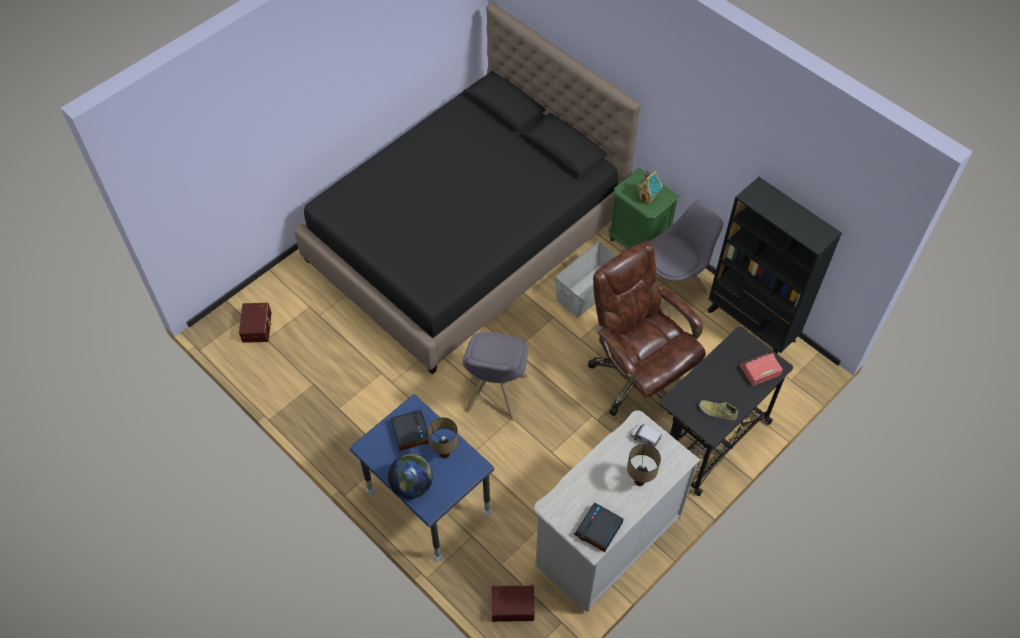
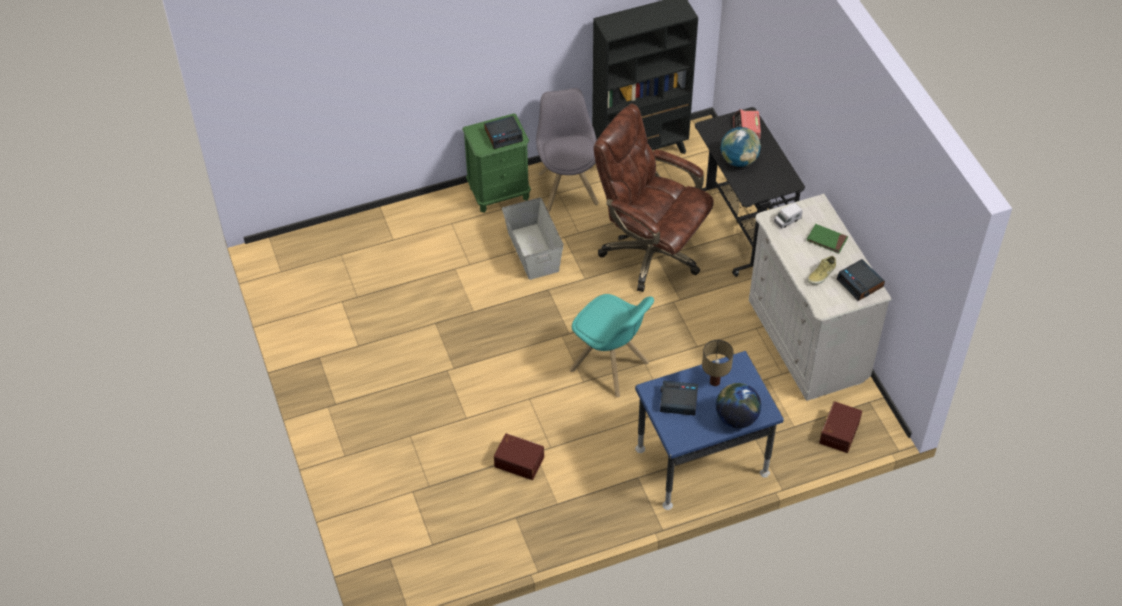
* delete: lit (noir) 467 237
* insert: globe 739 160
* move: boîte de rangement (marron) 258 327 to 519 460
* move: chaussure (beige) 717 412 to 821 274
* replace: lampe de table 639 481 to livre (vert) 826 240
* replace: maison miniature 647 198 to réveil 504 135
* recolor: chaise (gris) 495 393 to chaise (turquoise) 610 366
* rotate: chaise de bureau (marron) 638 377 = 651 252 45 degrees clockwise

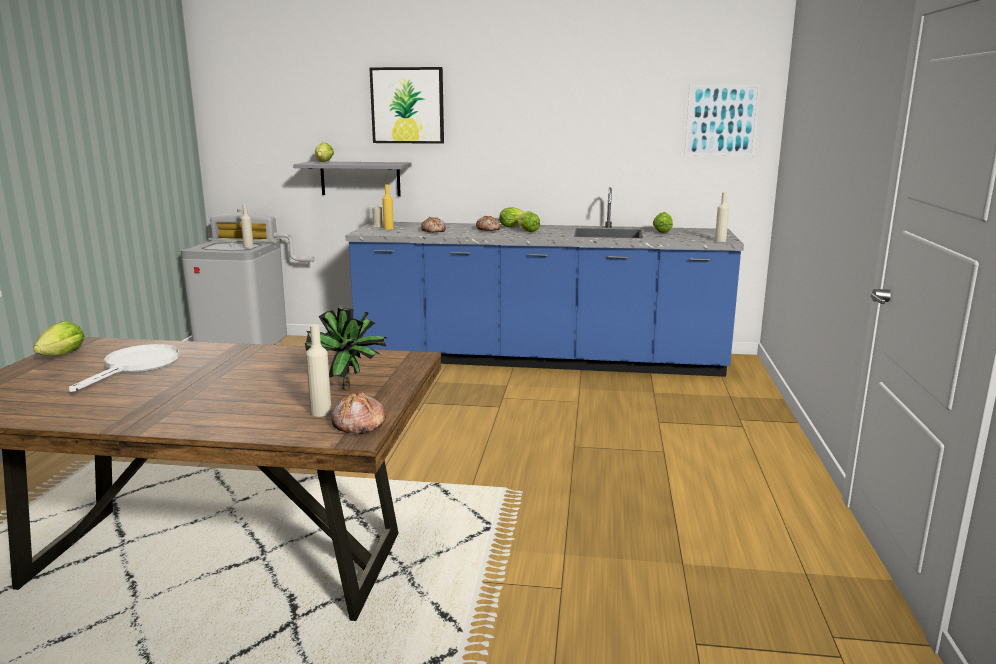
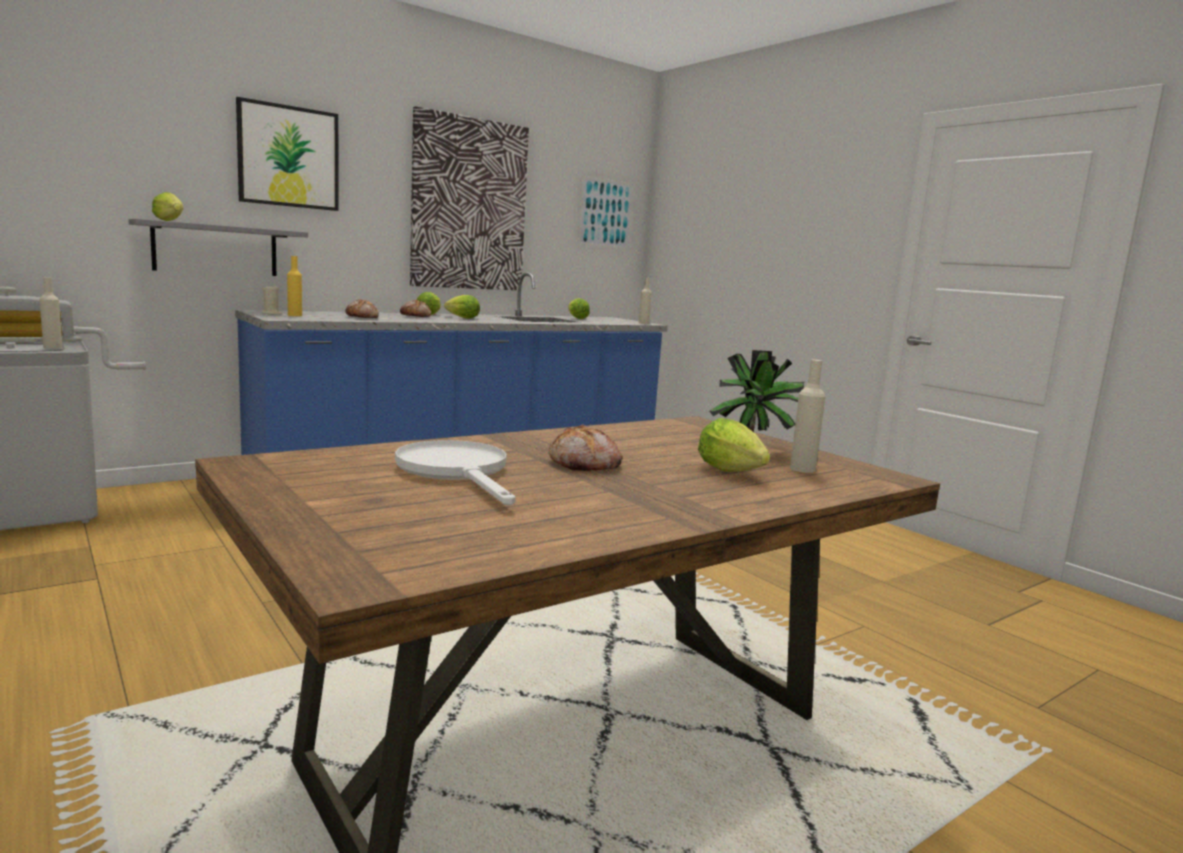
* insert: tableau 469 204
* move: laitue 60 357 to 733 473
* move: pain 358 424 to 585 464

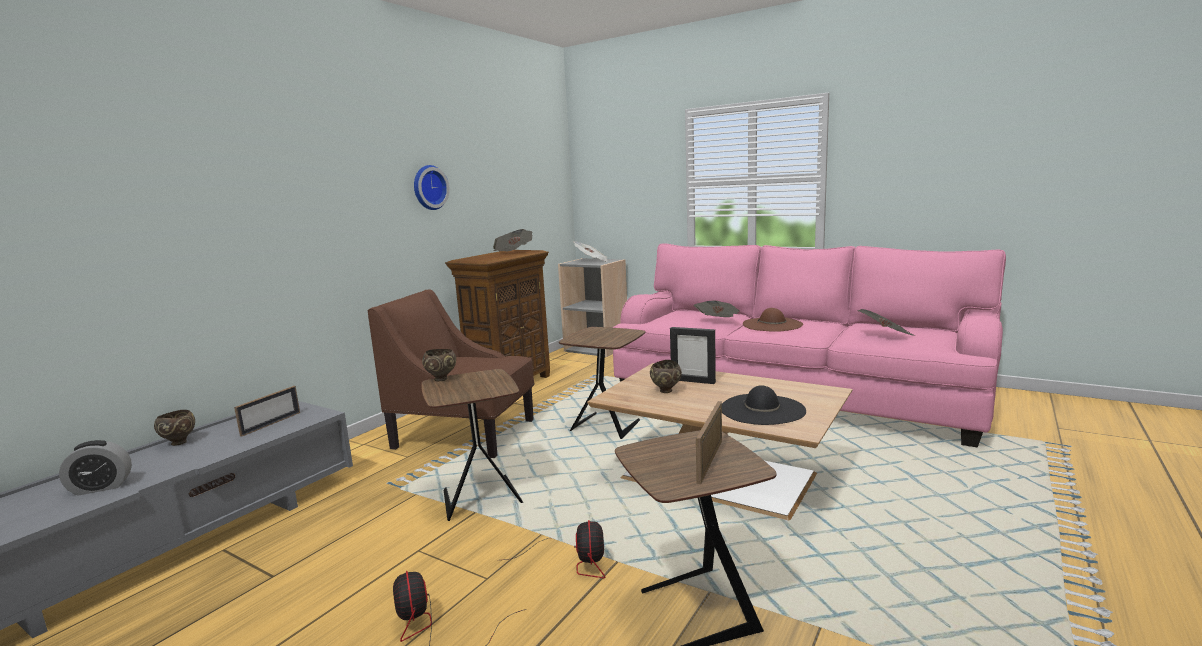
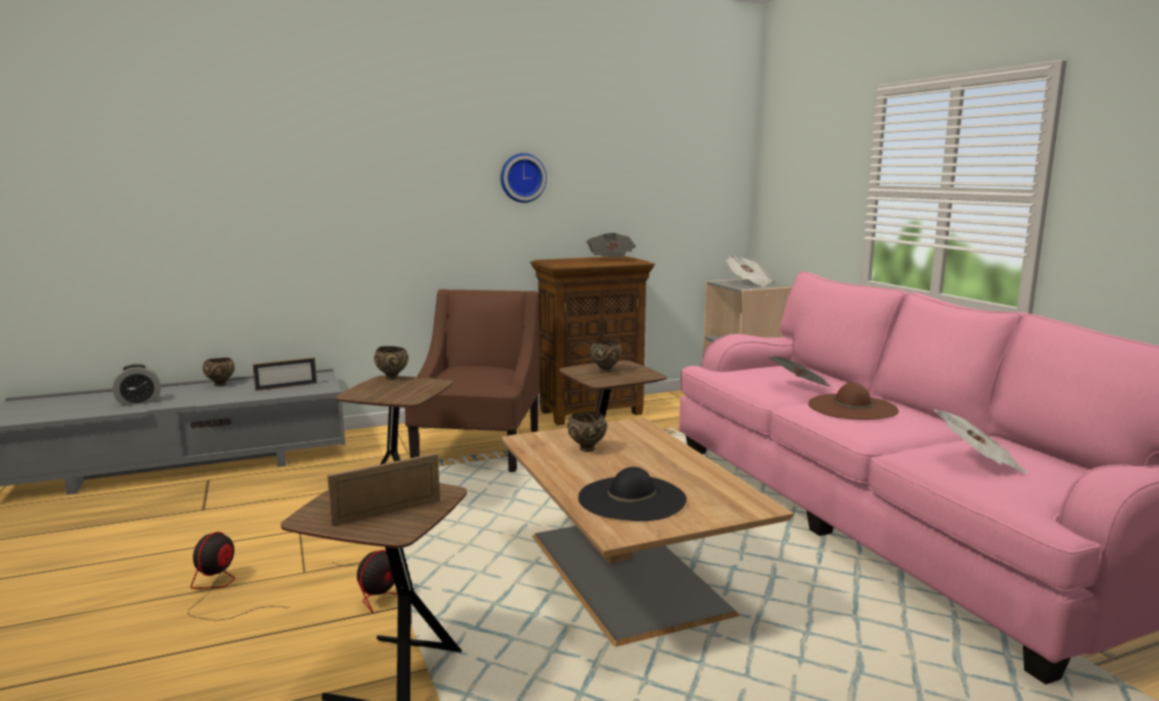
* delete: cadre photo 693 380
* insert: bol (marron) 605 371
* rotate: réveil 101 487 = 138 402 45 degrees counterclockwise
* rotate: fauteuil (marron) 466 434 = 479 448 45 degrees clockwise

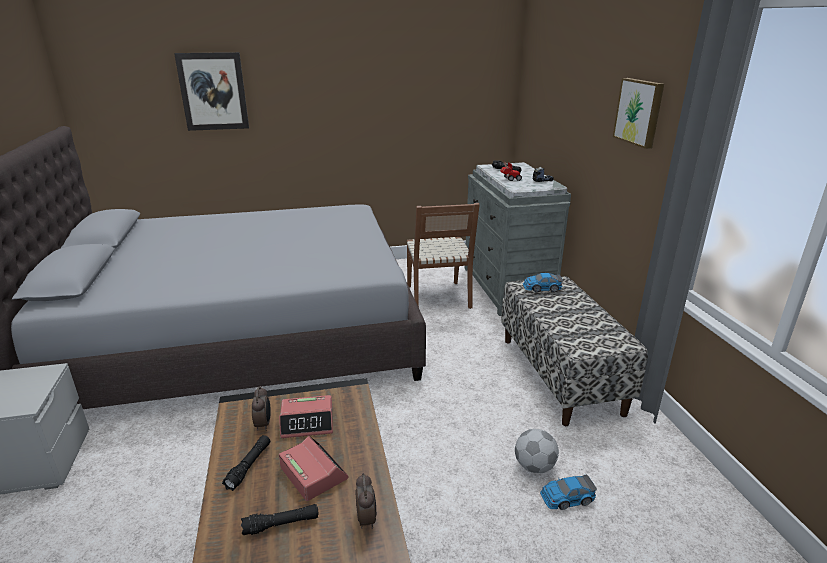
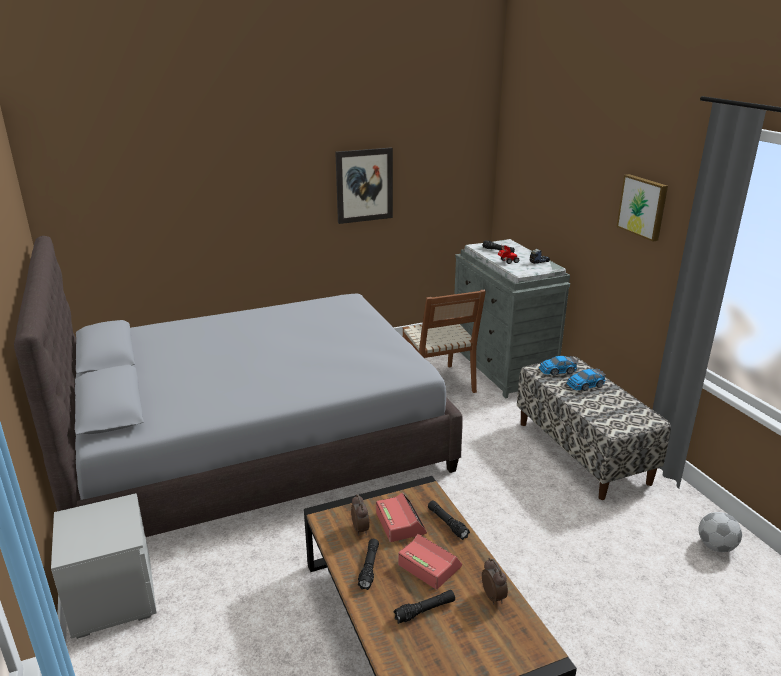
* insert: lampe de poche (noir) 447 523
* move: tableau 213 91 to 364 185
* move: ballon de foot 534 467 to 716 547
* move: petite voiture 566 497 to 585 385
* rotate: réveil 308 422 = 400 523 90 degrees counterclockwise

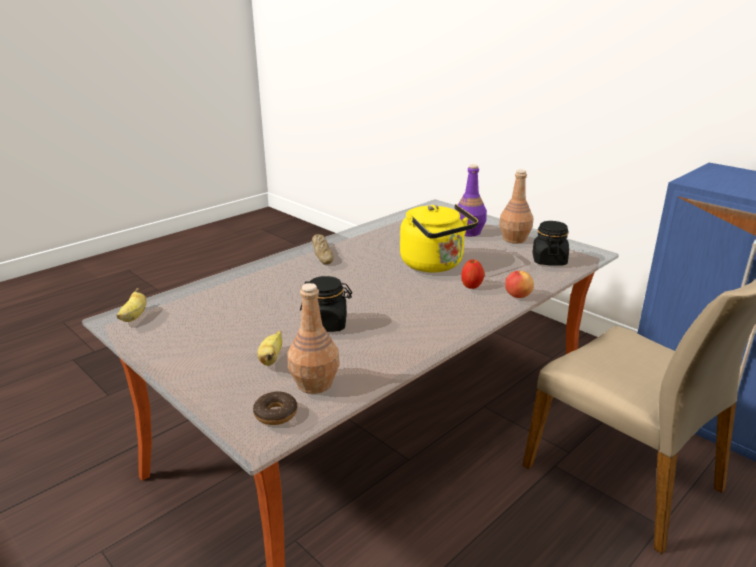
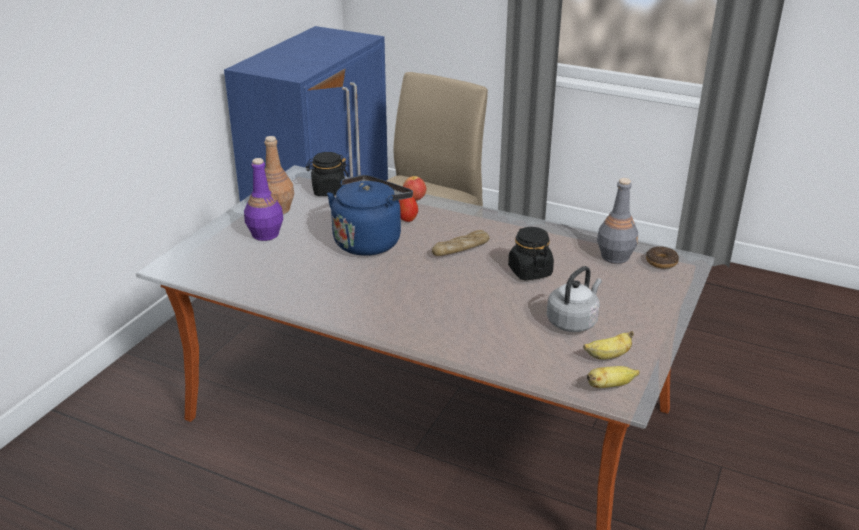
* insert: bouilloire (gris) 573 321
* move: banane 271 358 to 608 356
* move: pain 322 254 to 461 249
* recolor: bouteille (marron) 315 383 to bouteille (gris) 615 256
* recolor: bouilloire (jaune) 435 265 to bouilloire (bleu) 369 241

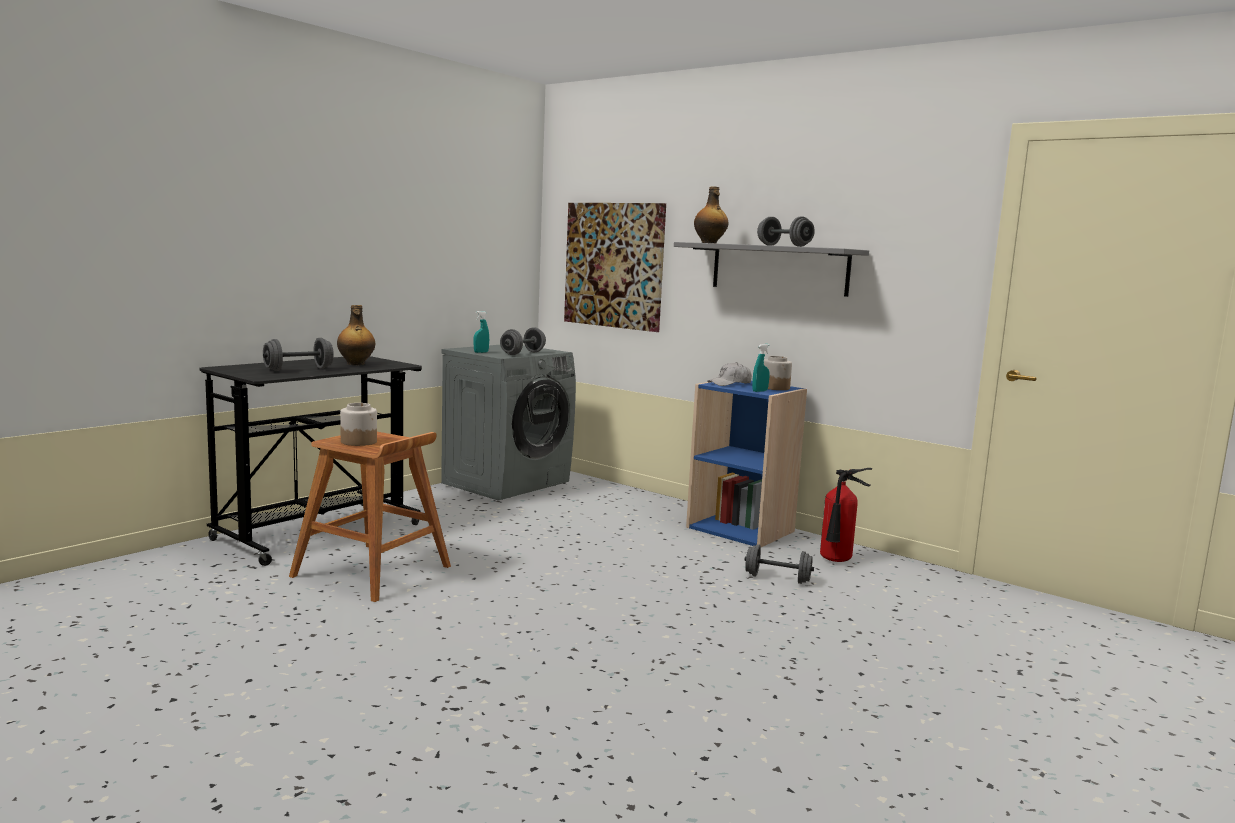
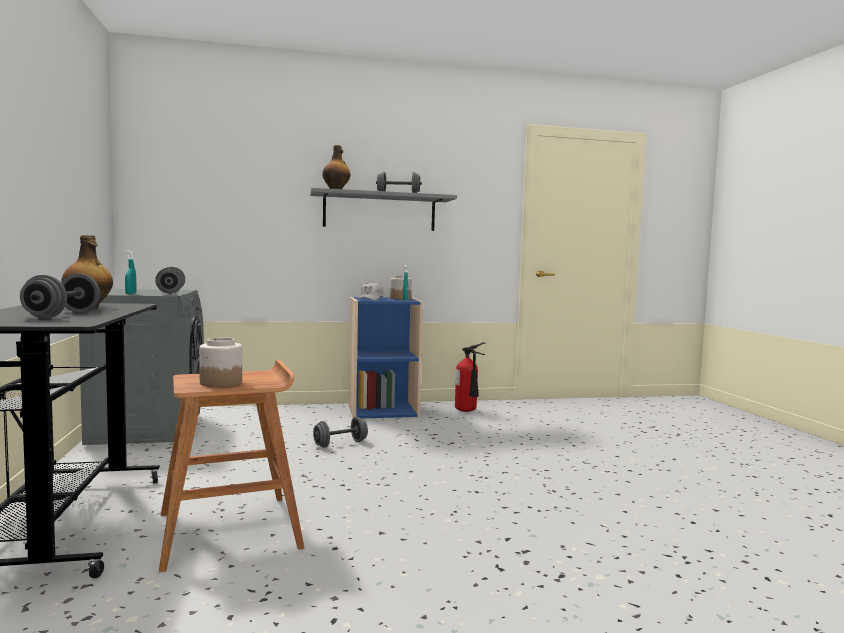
* delete: tableau 614 265
* move: haltère (gris) 777 579 to 340 444

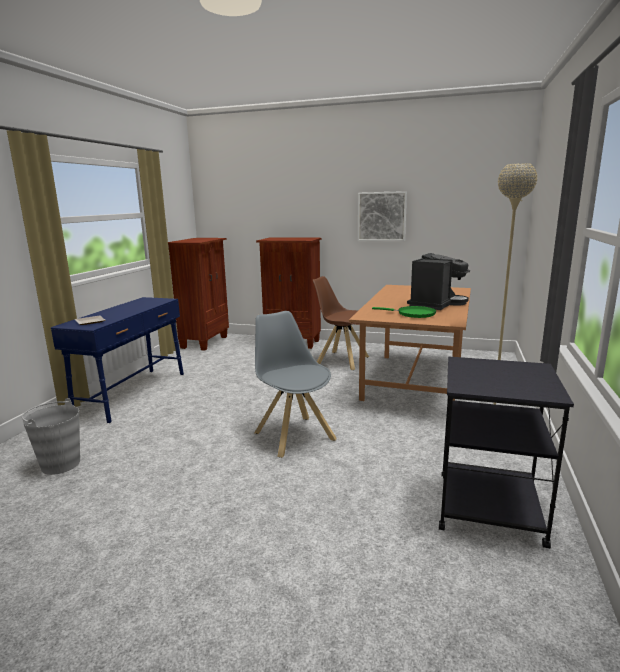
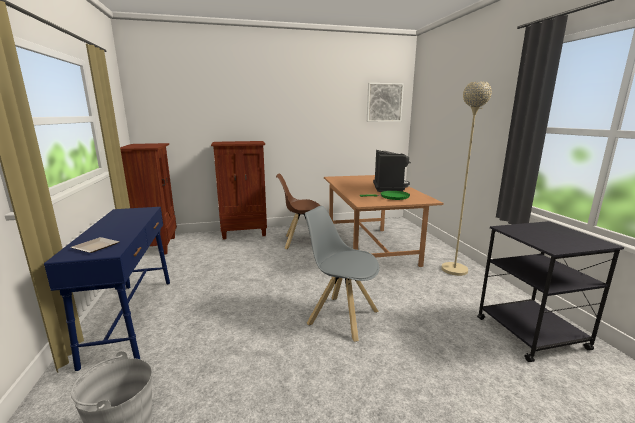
* move: tableau 381 216 to 384 102

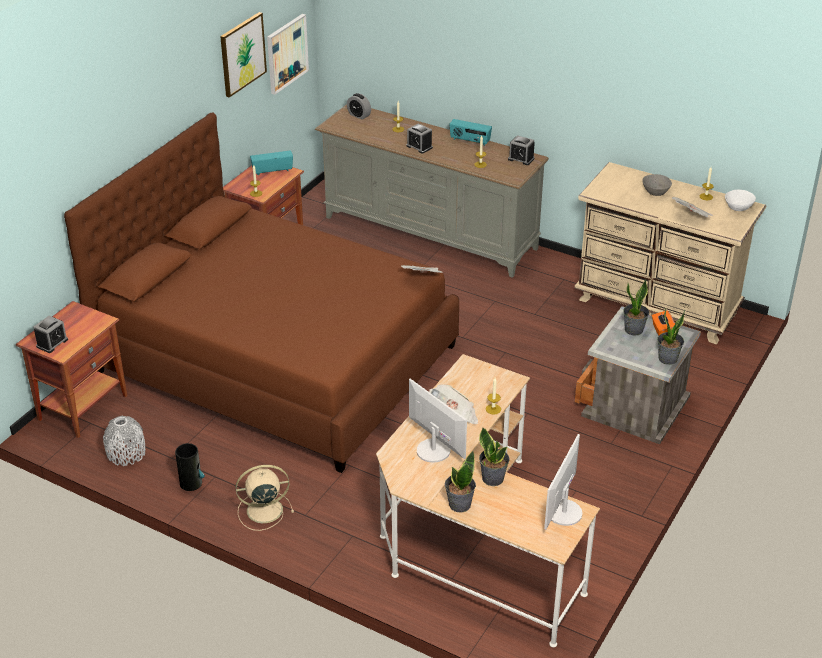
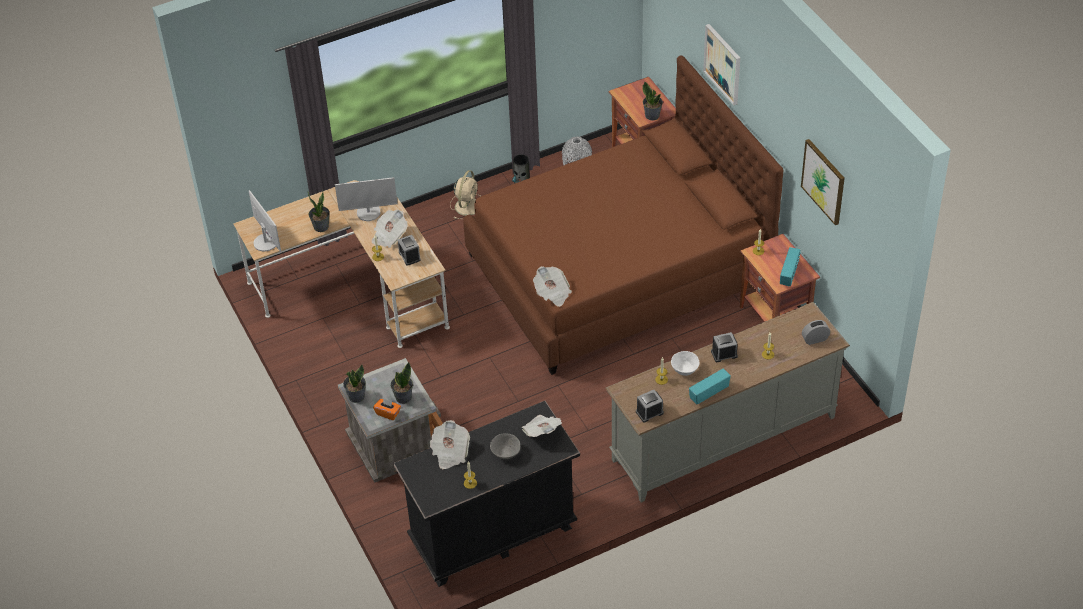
* insert: journal 541 432
* move: réveil 52 343 to 409 256
* move: tableau 286 53 to 723 64
* move: plante en pot 459 504 to 652 115
* move: bol (blanc) 738 207 to 685 369
* recolor: commode (beige) 657 306 to commode (noir) 492 535

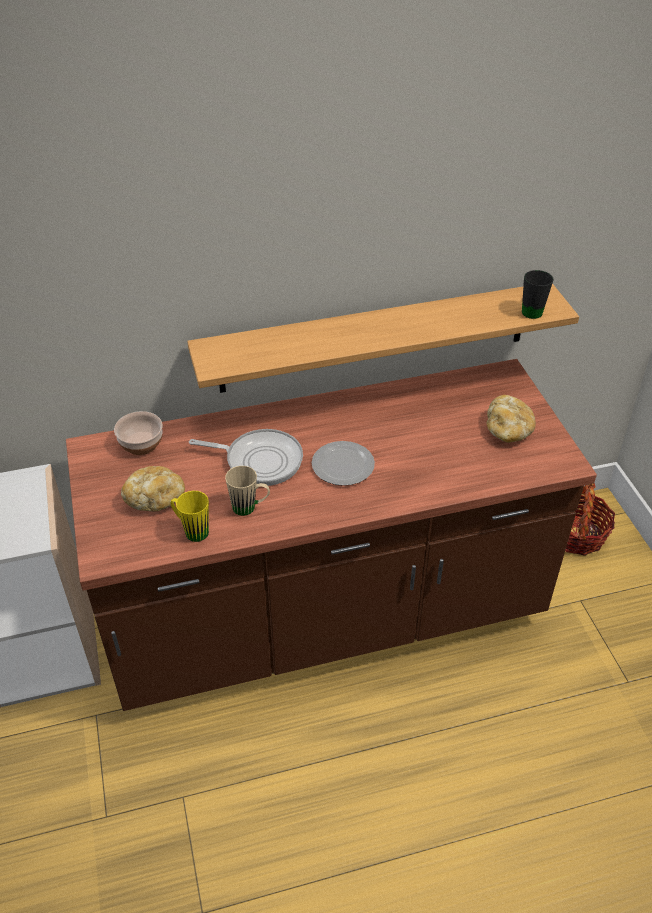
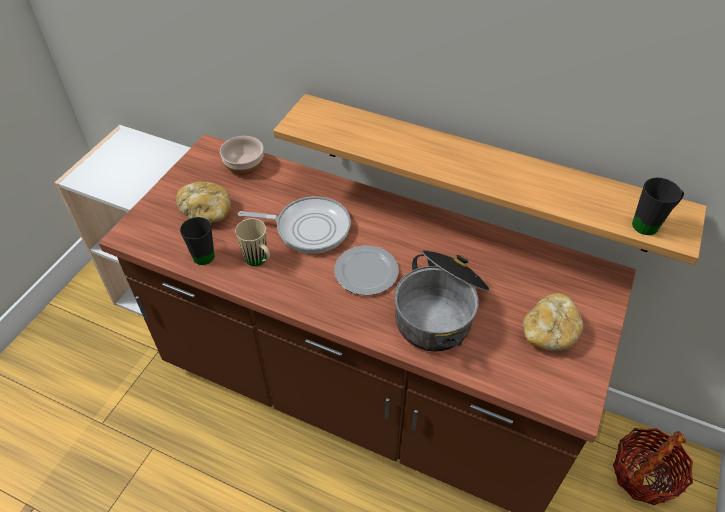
* insert: marmite 440 310
* recolor: mug (jaune) 192 530 to mug (noir) 202 252
* rotate: poêle 259 460 = 308 228 45 degrees counterclockwise

